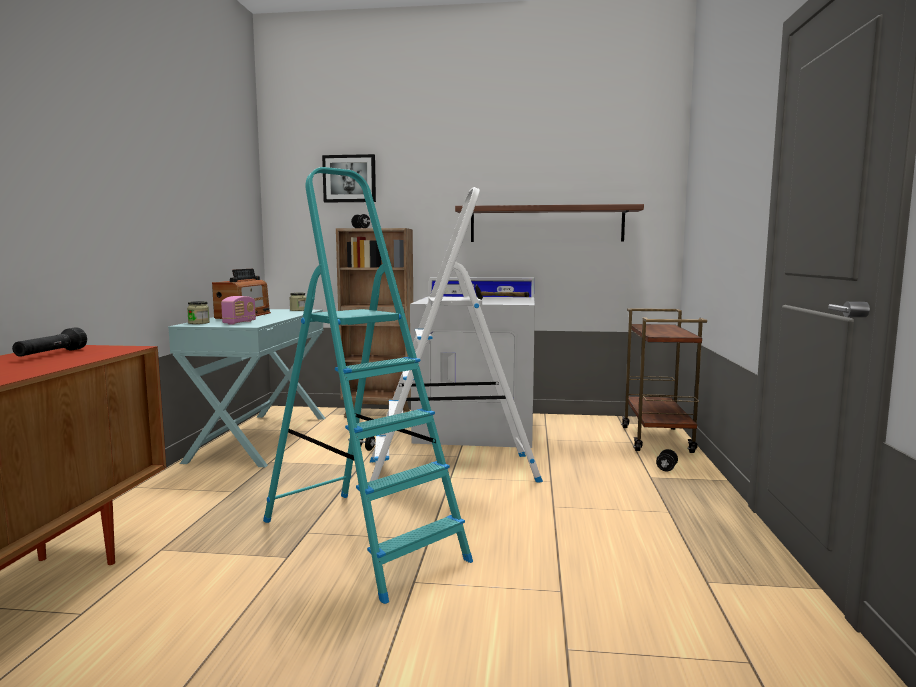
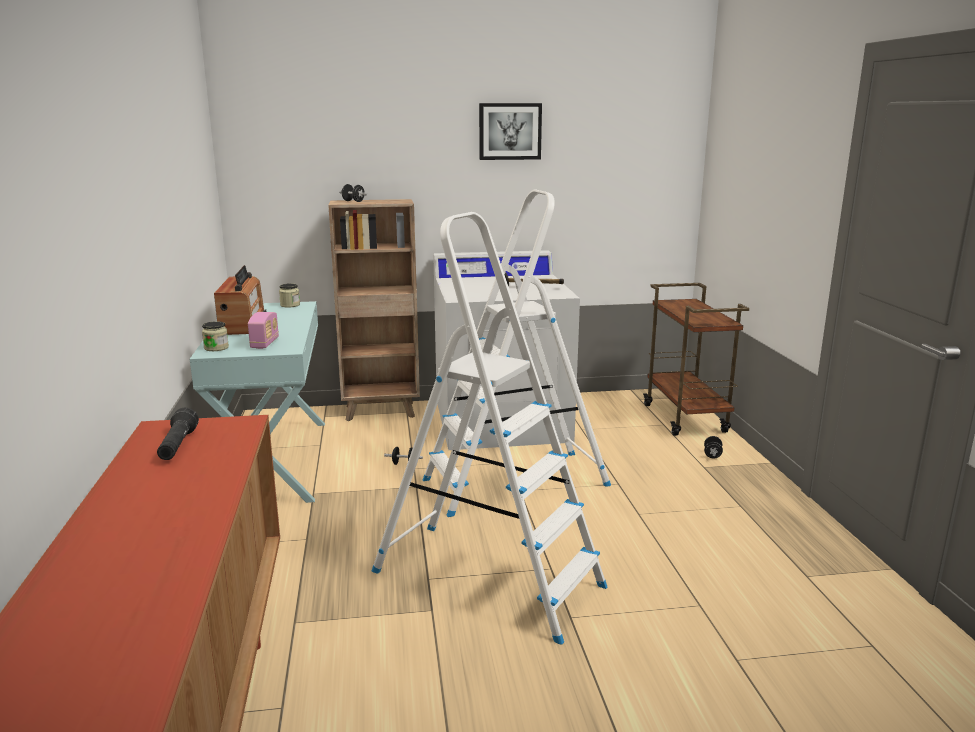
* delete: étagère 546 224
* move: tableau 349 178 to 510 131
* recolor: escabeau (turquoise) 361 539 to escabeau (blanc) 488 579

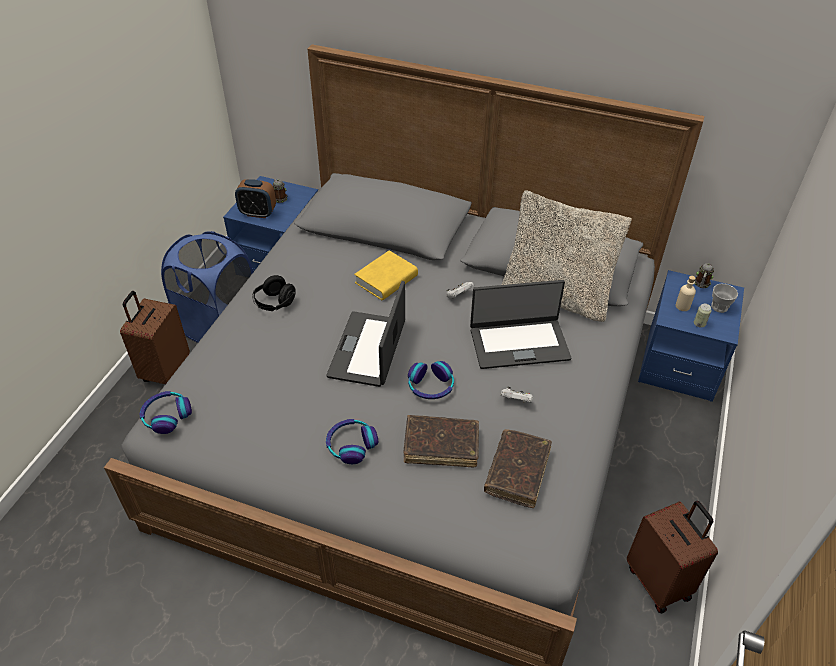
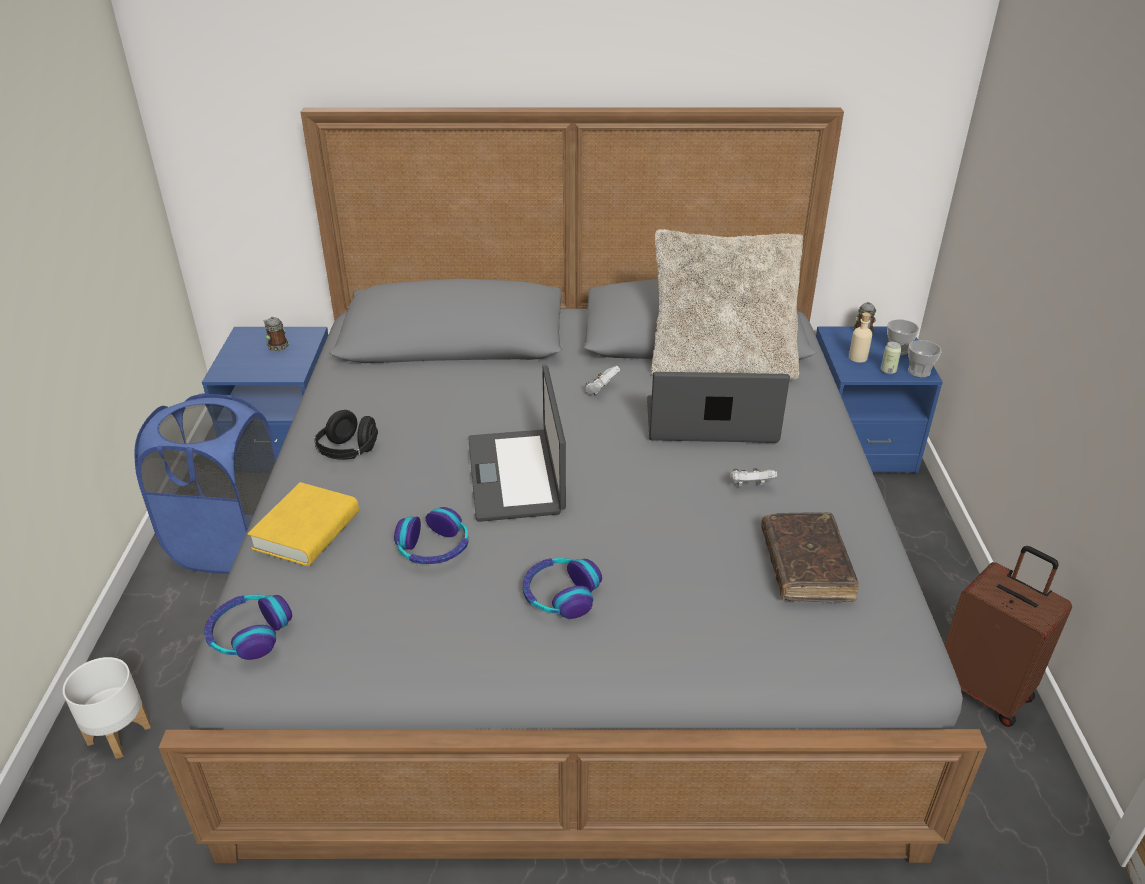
* delete: valise (marron) 165 370
* delete: réveil 258 213
* delete: livre (marron) 441 446
* insert: cache-pot (blanc) 120 733
* insert: tasse 919 371
* move: livre (jaune) 386 279 to 307 531
* move: casque audio 431 386 to 433 548
* rotate: ordinateur portable 519 343 = 711 423 150 degrees counterclockwise

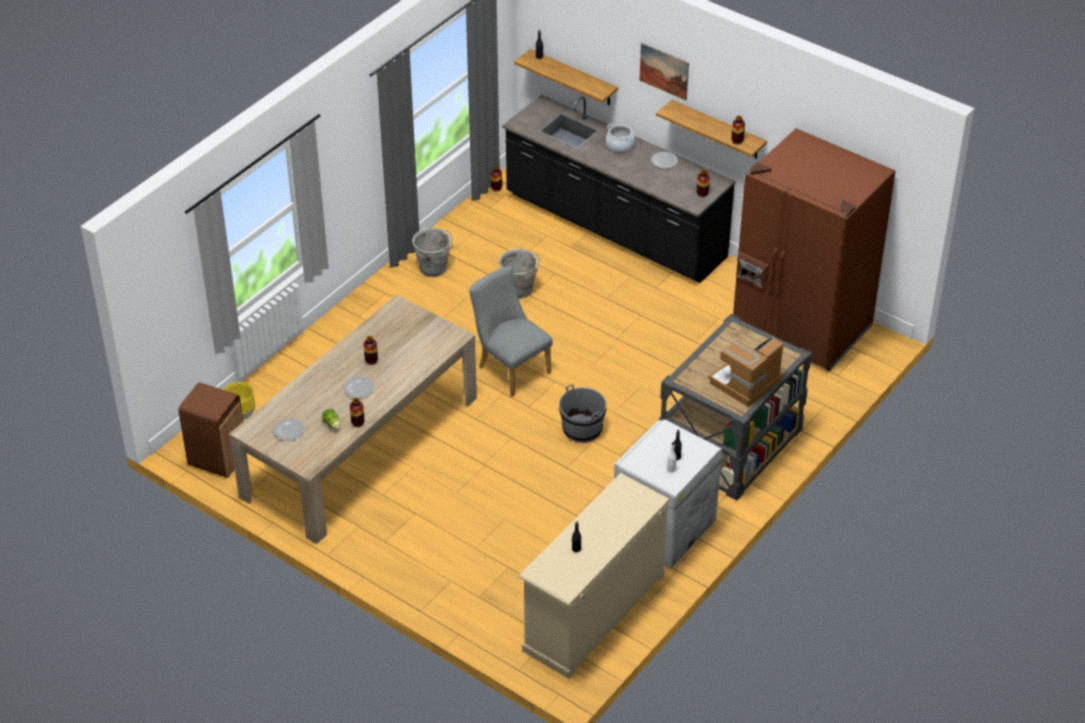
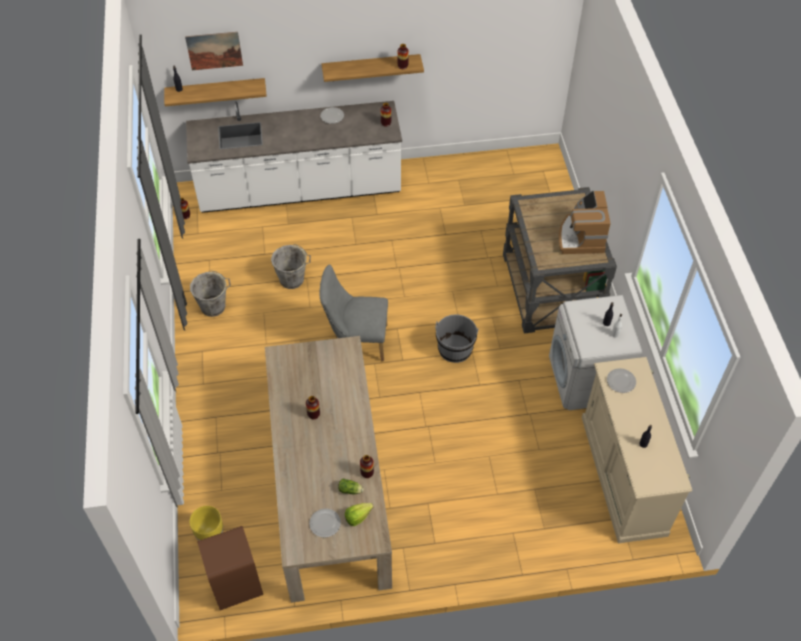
* delete: marmite 619 146
* delete: réfrigérateur (marron) 801 327
* insert: laitue 358 517
* move: assiette 358 389 to 621 381
* move: tableau 664 71 to 214 50
* recolor: comptoir de cuisine (noir) 614 228 to comptoir de cuisine (blanc) 300 190

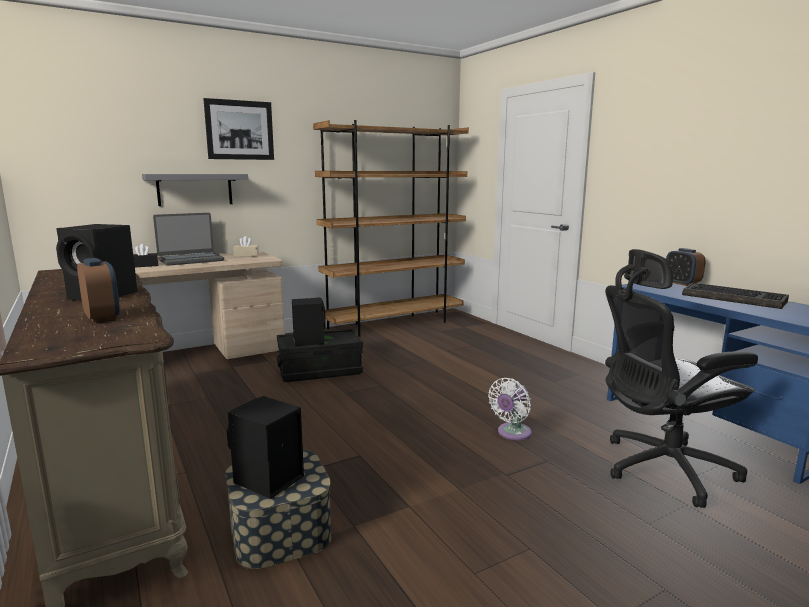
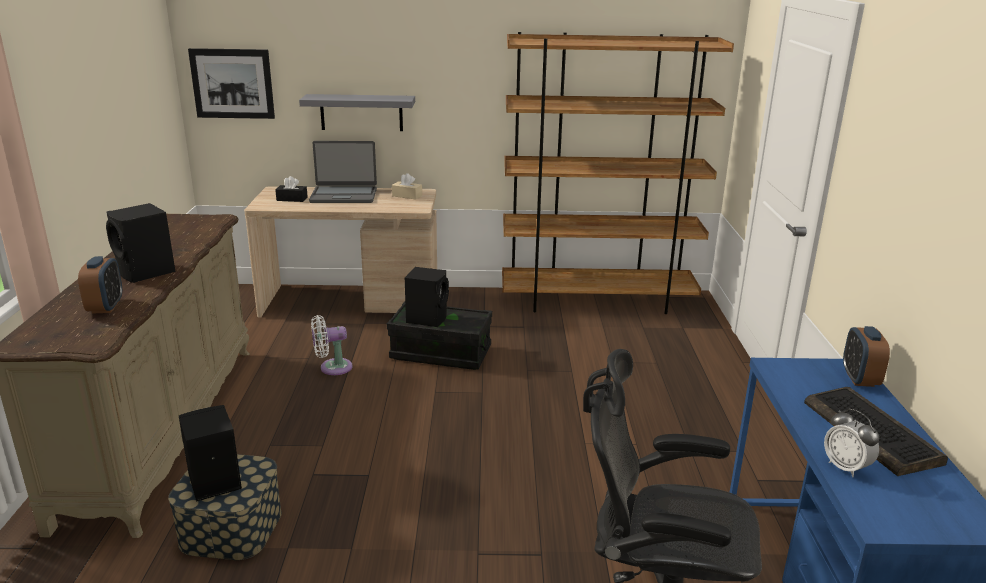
* insert: réveil 846 467
* move: tableau 239 130 to 232 83
* move: ventilateur (blanc) 512 433 to 332 368

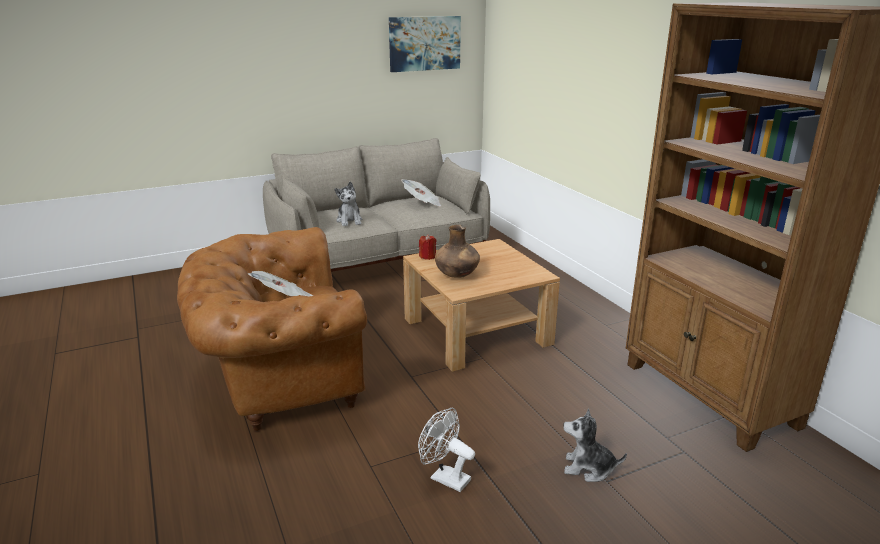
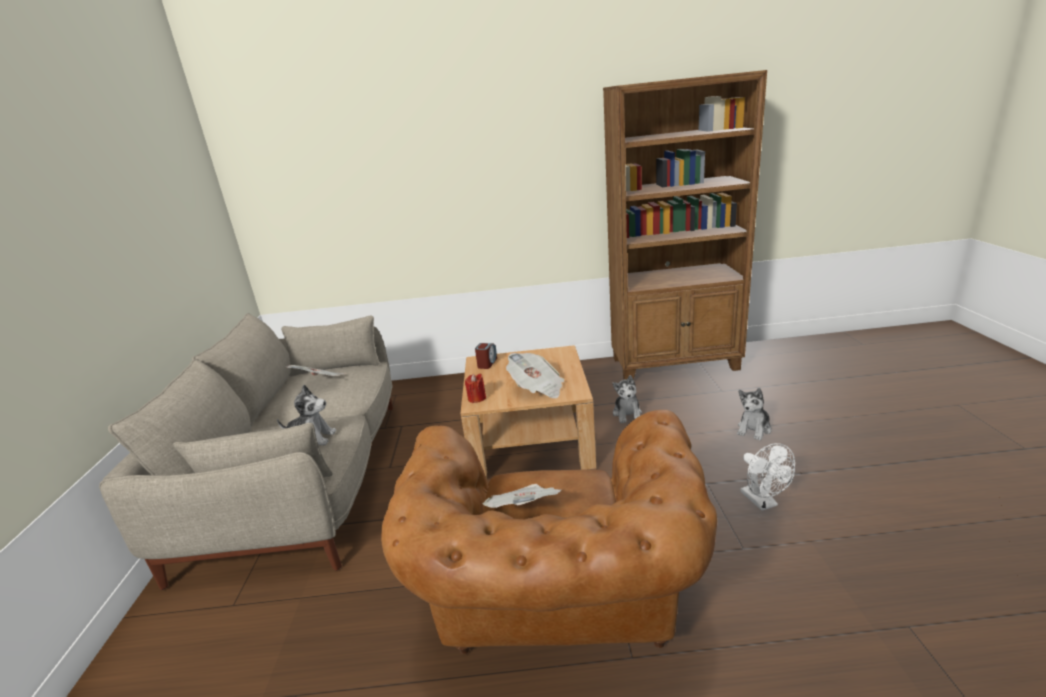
* delete: tableau 424 43
* insert: réveil 487 363
* insert: peluche 627 414
* replace: vase (marron) 457 275 to journal 537 388
* rotate: ventilateur (blanc) 444 477 = 763 502 75 degrees counterclockwise

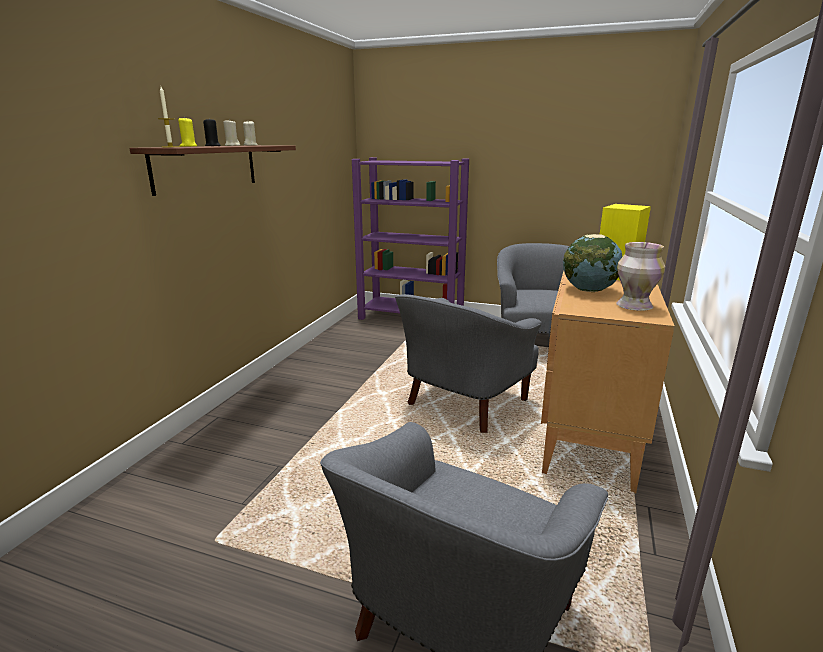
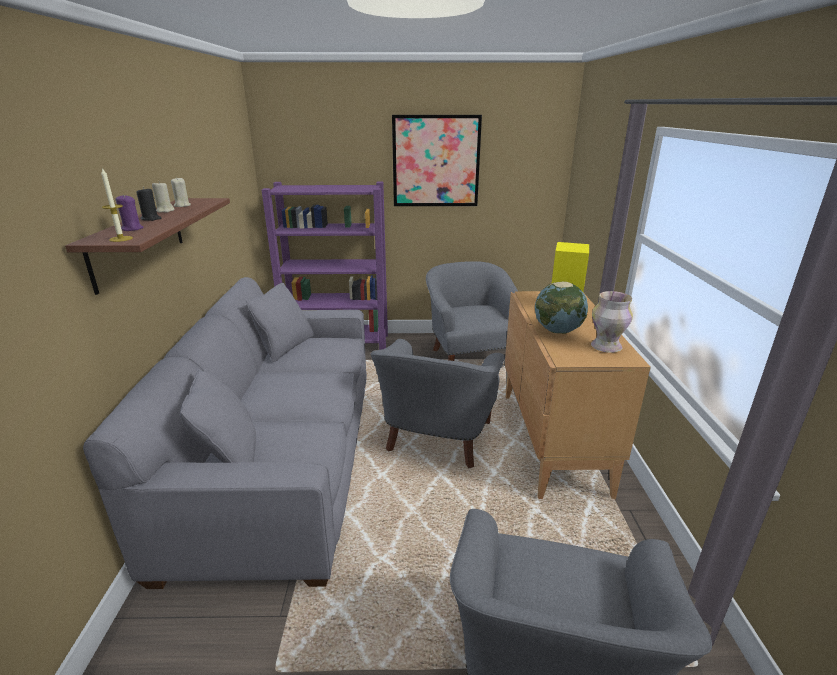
* insert: canapé (gris) 284 458
* insert: tableau 436 161
* recolor: bougie (jaune) 188 146 to bougie (violet) 131 229

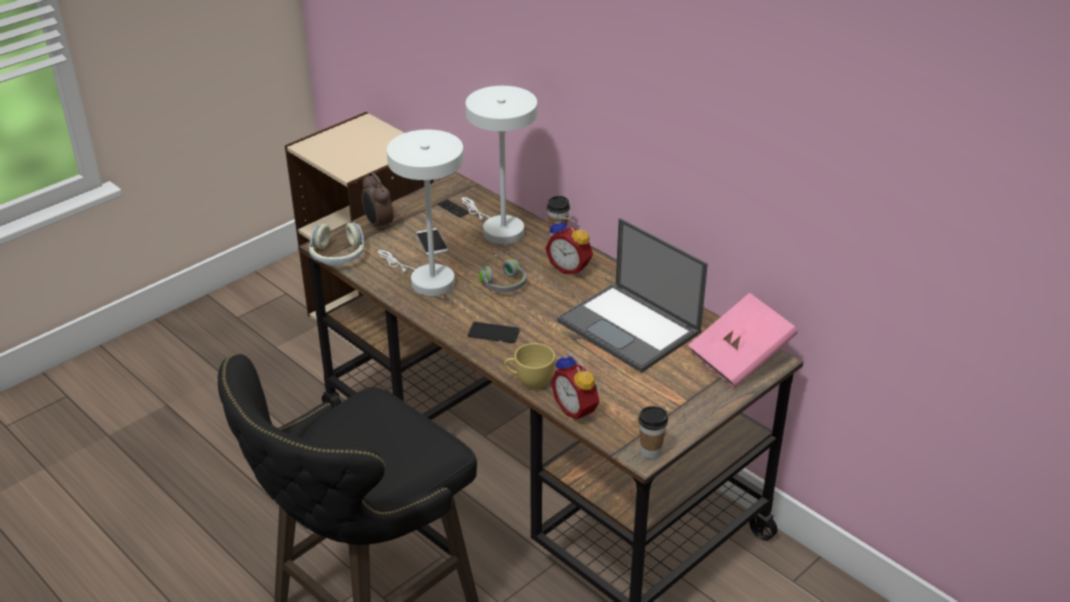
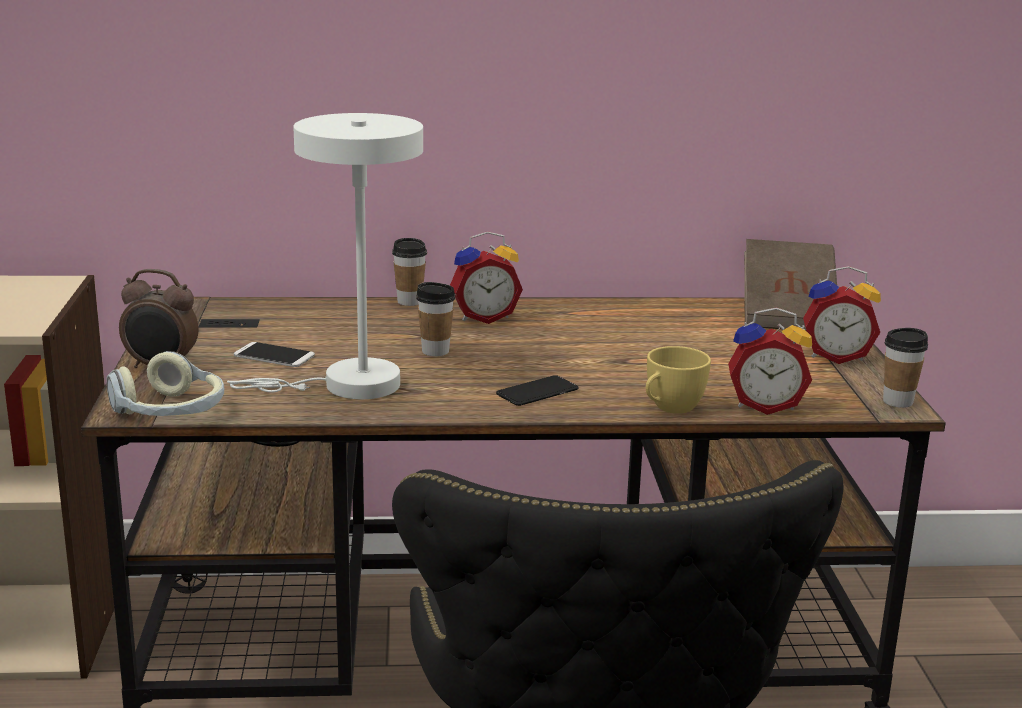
* delete: lampe de table (blanc) 498 229
* delete: ordinateur portable 630 327
* insert: réveil 836 356
* replace: casque audio (gris) 502 279 to tasse 435 351
* recolor: livre (rose) 740 358 to livre (marron) 787 314

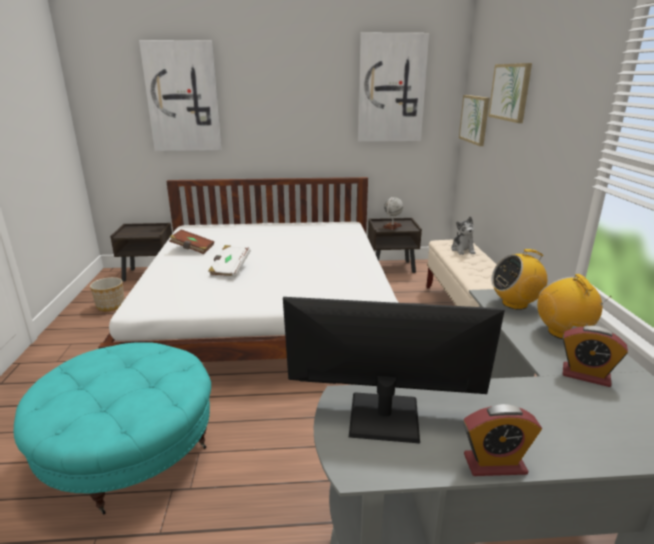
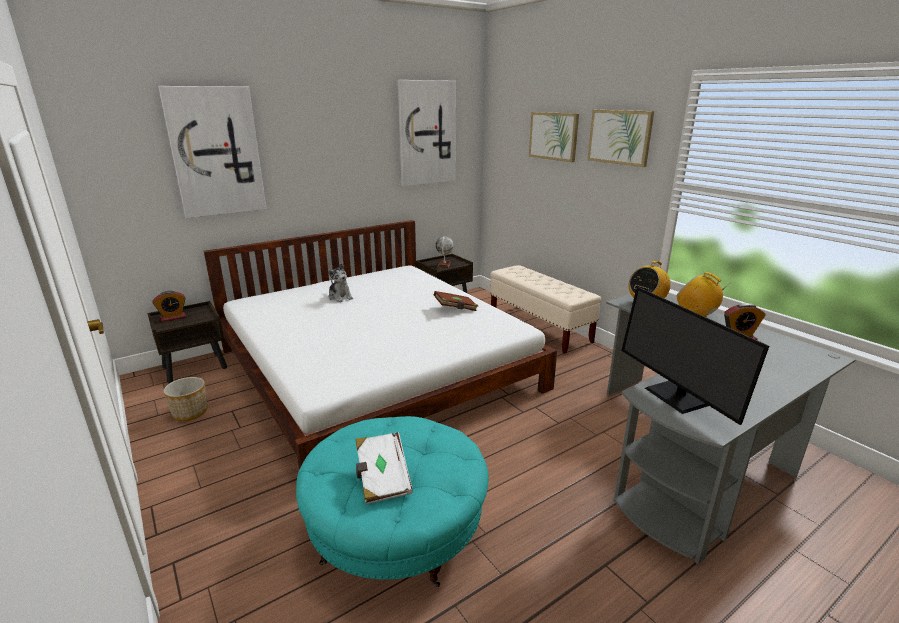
* move: livre (marron) 192 249 to 455 309
* move: livre (blanc) 229 269 to 382 478
* move: peluche 462 250 to 340 297
* move: tableau 474 119 to 619 137
* move: réveil 494 464 to 173 317
* rotate: écran d'ordinateur 384 415 = 679 395 90 degrees counterclockwise

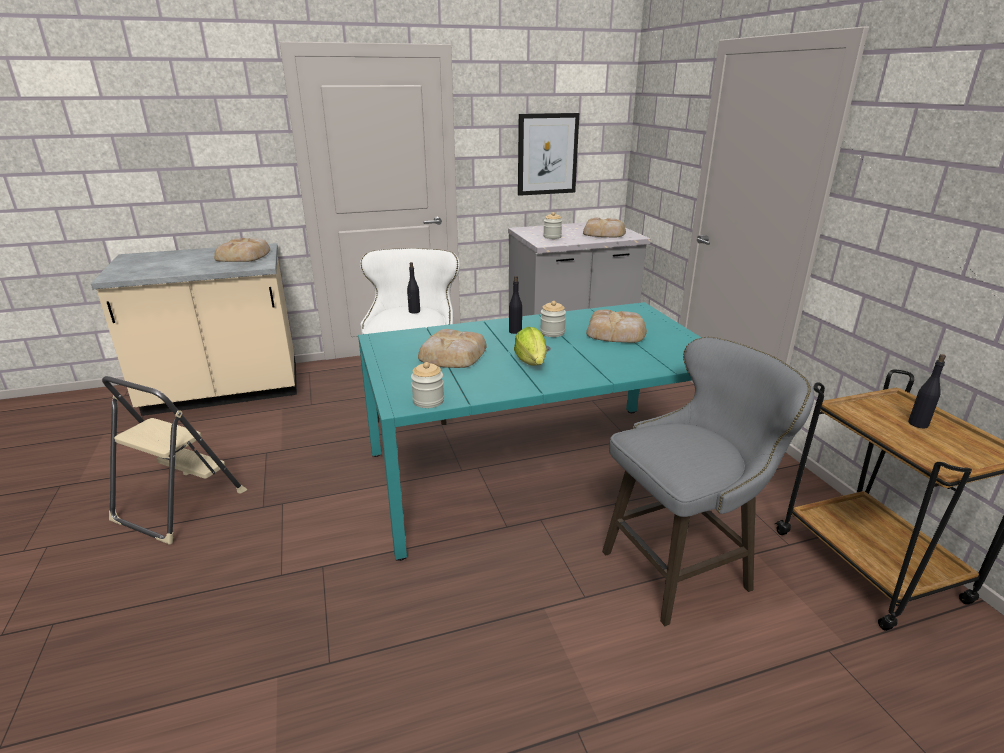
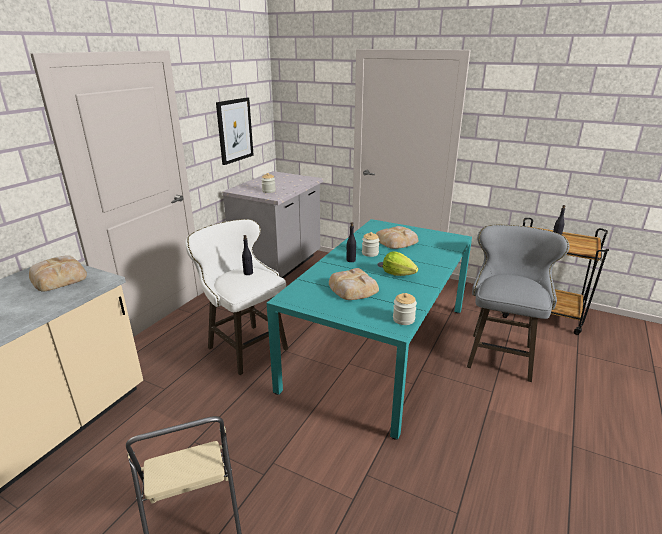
* delete: pain 604 233

